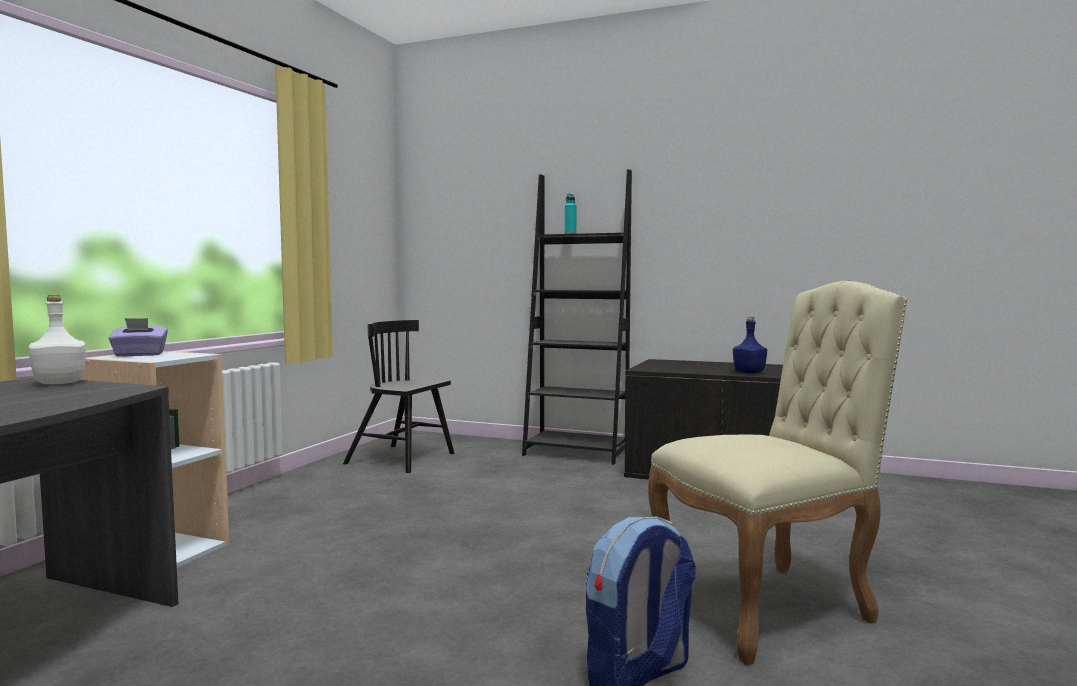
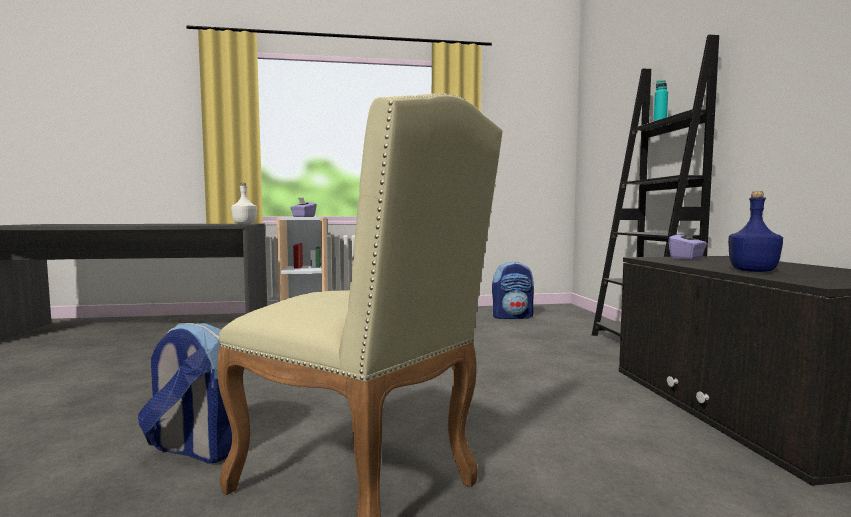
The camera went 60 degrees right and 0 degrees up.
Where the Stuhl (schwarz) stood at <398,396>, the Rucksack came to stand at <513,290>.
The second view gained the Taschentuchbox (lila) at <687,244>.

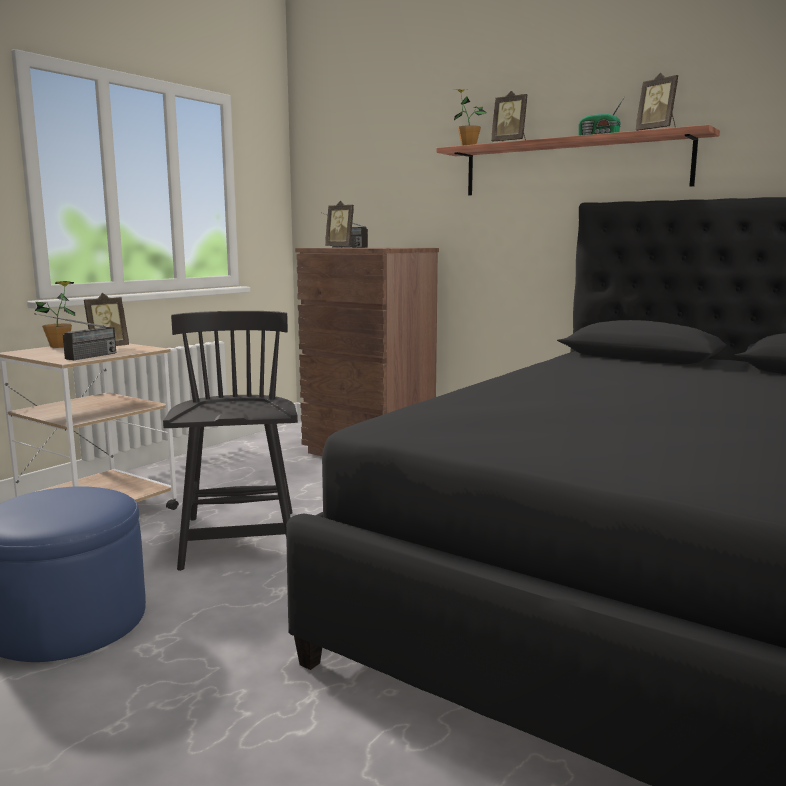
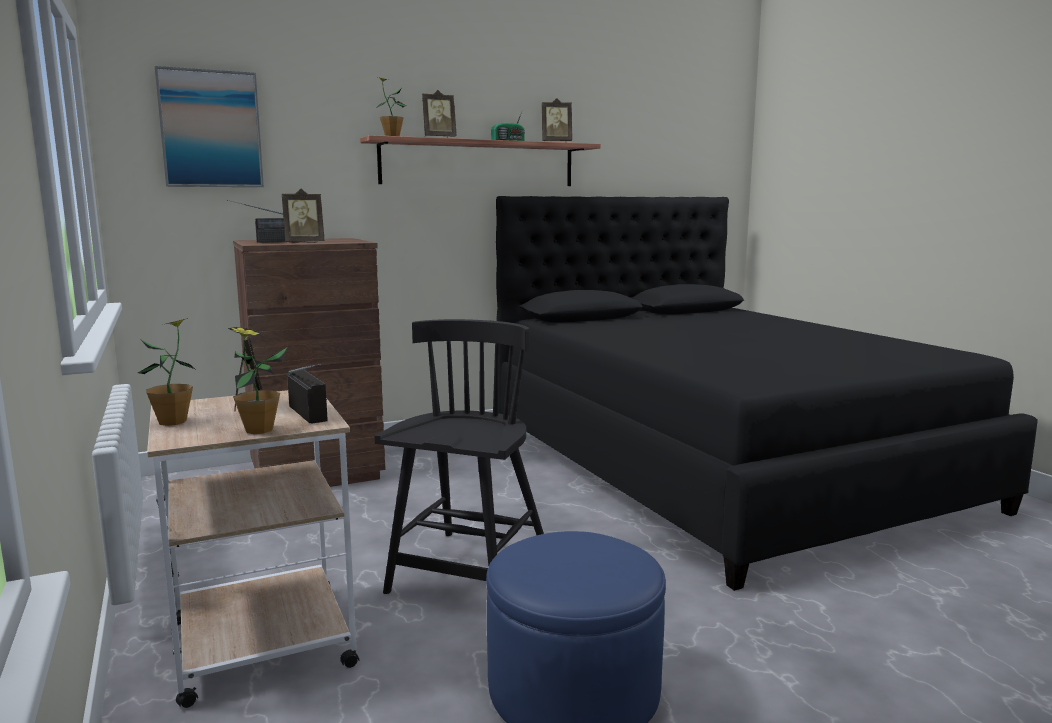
The camera went 60 degrees left and 0 degrees up.
The Stuhl (schwarz) at <230,441> ended up facing another way, 90 degrees clockwise from before.
The second view gained the Bild at <209,126>.
The second view gained the Topfpflanze at <257,380>.

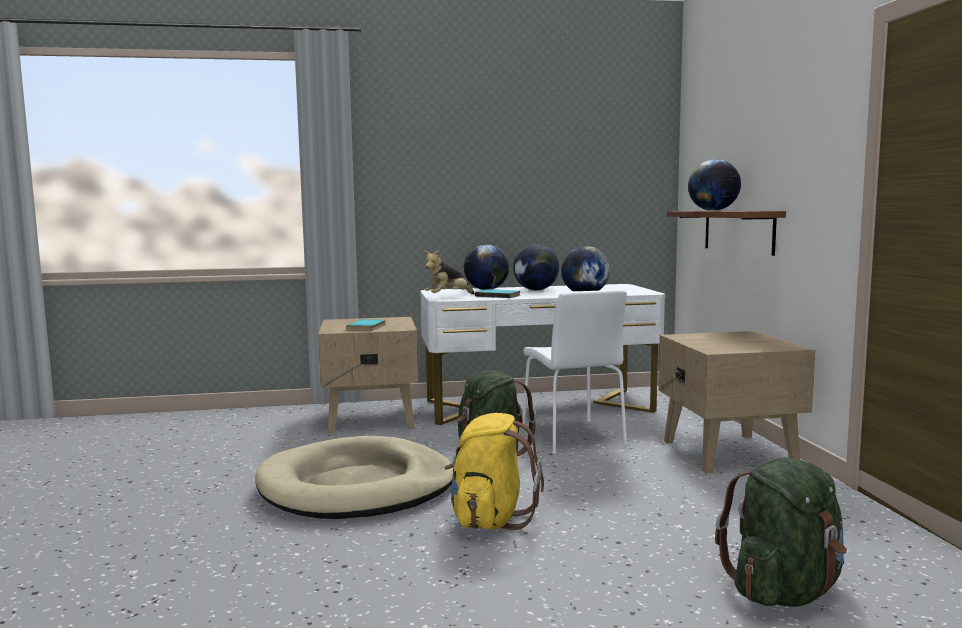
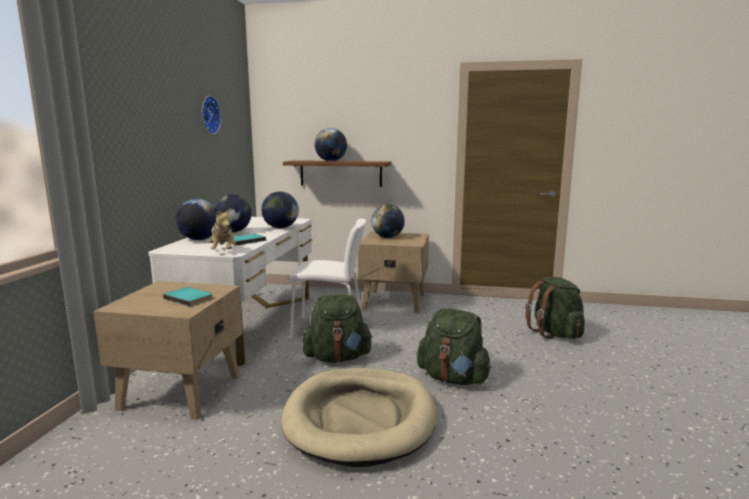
The camera went 70 degrees left and 5 degrees up.
What was the Rucksack (gelb) at <494,471> turned into the Rucksack (grün) at <454,346>.
The second view gained the Wanduhr at <211,115>.
The second view gained the Globus at <388,221>.

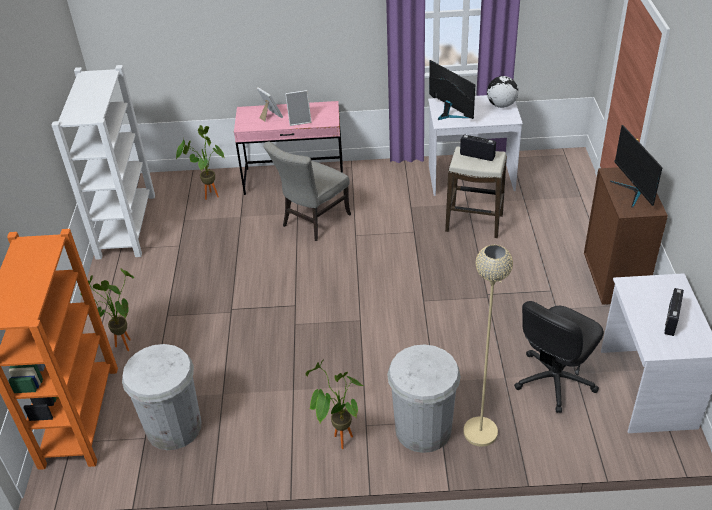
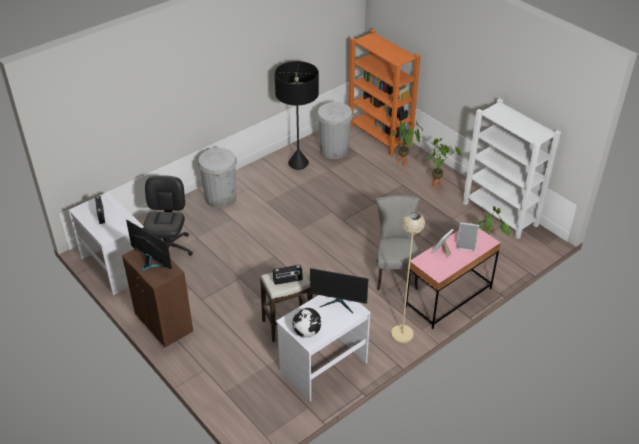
The camera went 140 degrees right and 0 degrees up.
The Stehlampe (beige) ended up elsewhere, having gone from <488,345> to <408,277>.
The Topfpflanze ended up elsewhere, having gone from <334,404> to <443,164>.
The second view gained the Stehlampe (schwarz) at <296,115>.

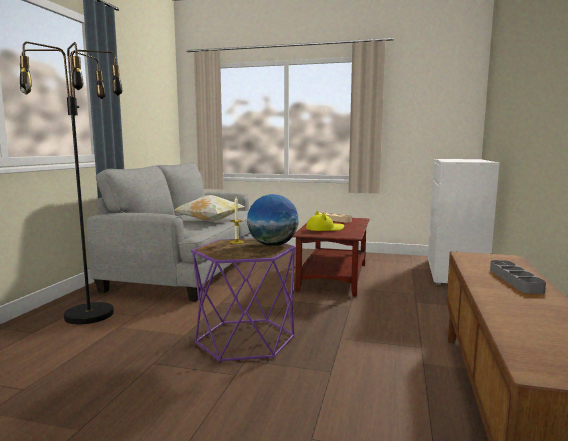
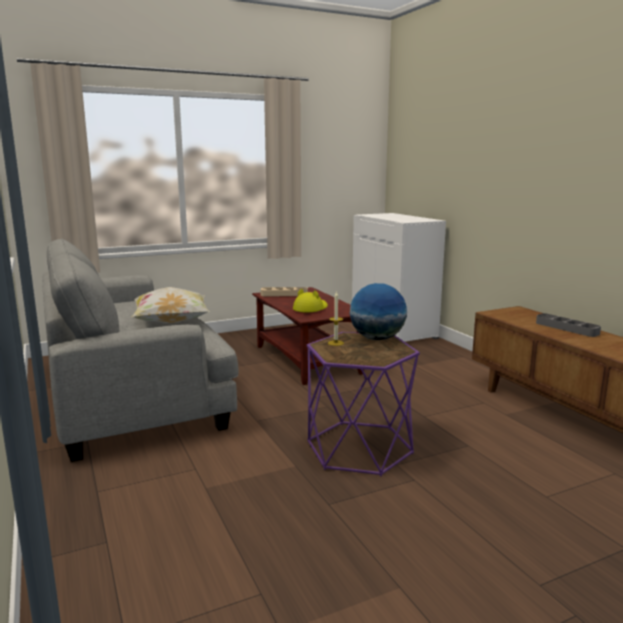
The camera went 40 degrees left and 5 degrees up.
The second view lost the Stehlampe at <71,183>.

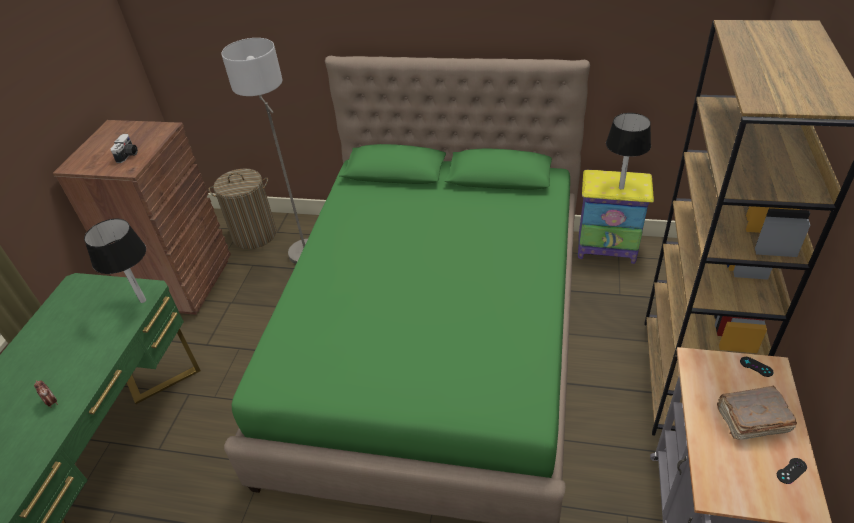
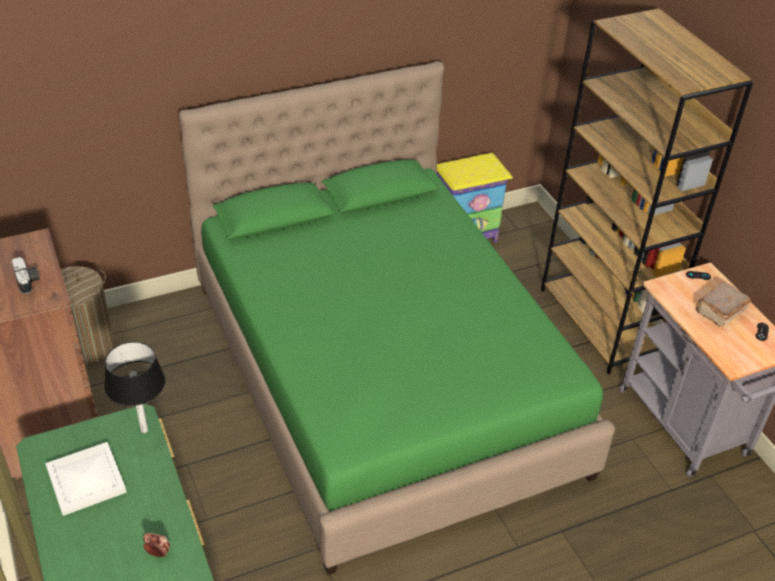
The camera went 40 degrees left and 0 degrees up.
The second view lost the Stehlampe (grau) at <264,151>.
The second view lost the Tischlampe (schwarz) at <628,151>.
The second view gained the Tablett (weiß) at <86,479>.

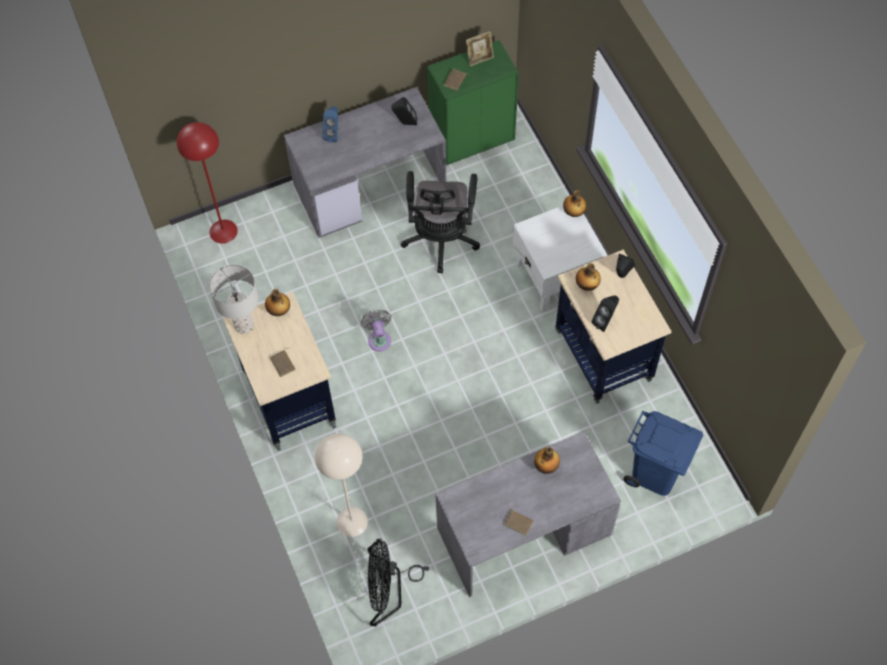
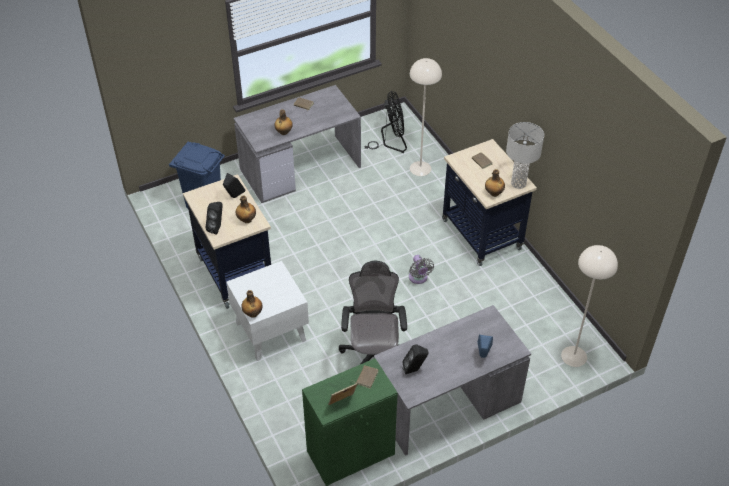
The camera went 175 degrees right and 15 degrees down.
What was the Stehlampe (rot) at <207,183> turned into the Stehlampe (beige) at <589,306>.

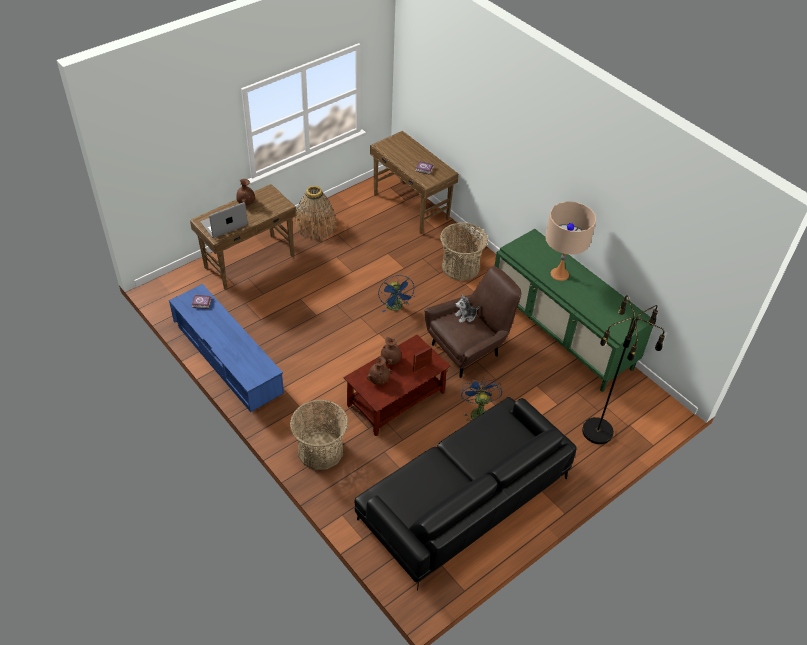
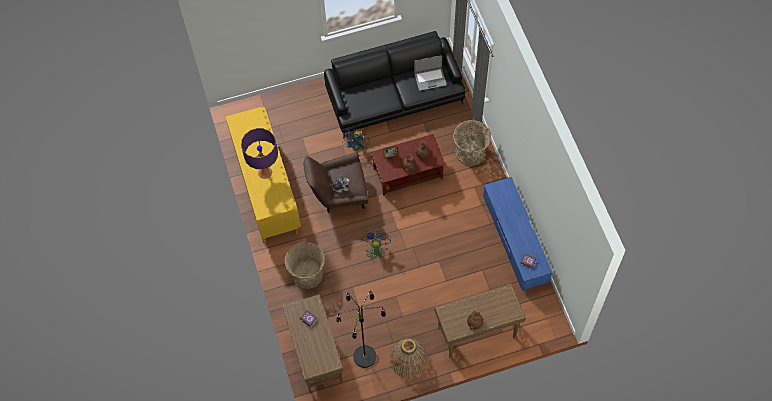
The camera went 155 degrees left and 15 degrees up.
What was the Tischlampe (beige) at <570,241> turned into the Tischlampe (lila) at <259,153>.
The Laptop ended up elsewhere, having gone from <224,220> to <430,73>.
What was the Schrank (grün) at <574,310> turned into the Schrank (gelb) at <263,175>.
The Stehlampe ended up elsewhere, having gone from <623,369> to <361,329>.

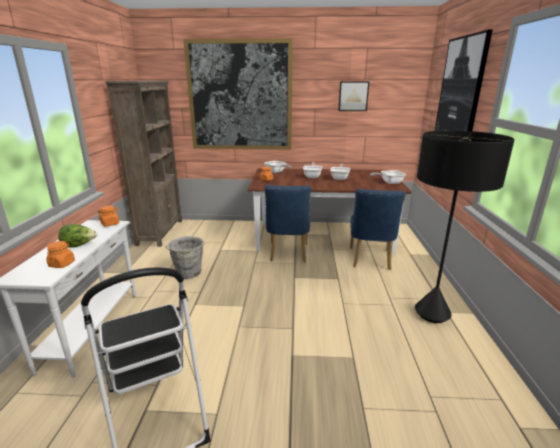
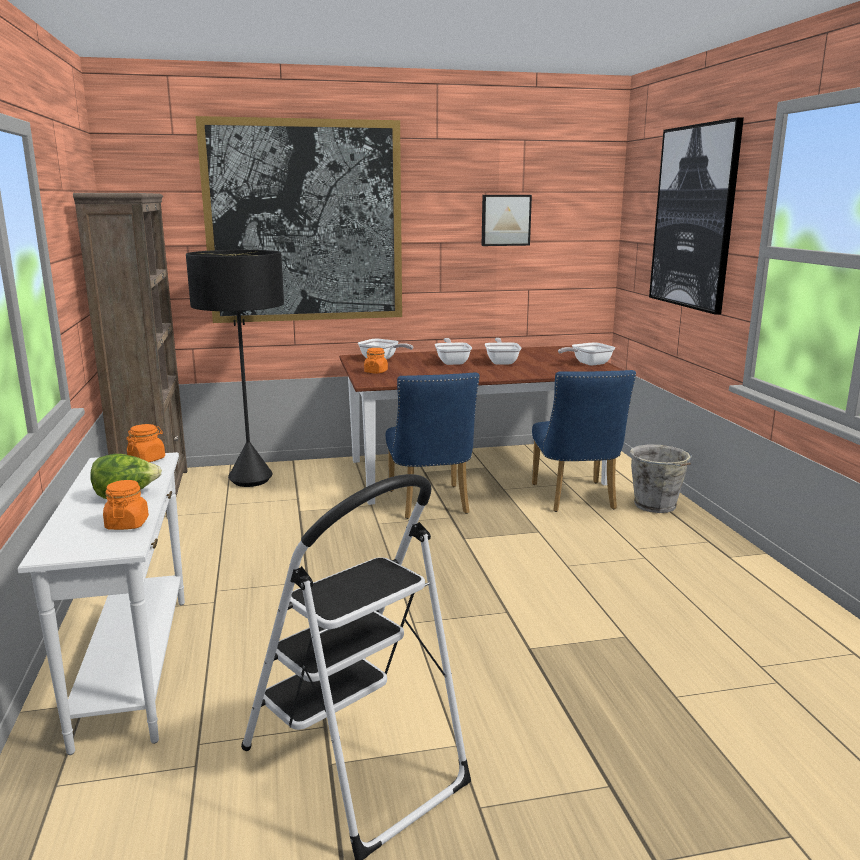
The camera went 15 degrees left and 5 degrees down.
The Stehlampe (schwarz) ended up elsewhere, having gone from <465,226> to <235,368>.
The Eimer (grau) ended up elsewhere, having gone from <185,257> to <661,479>.

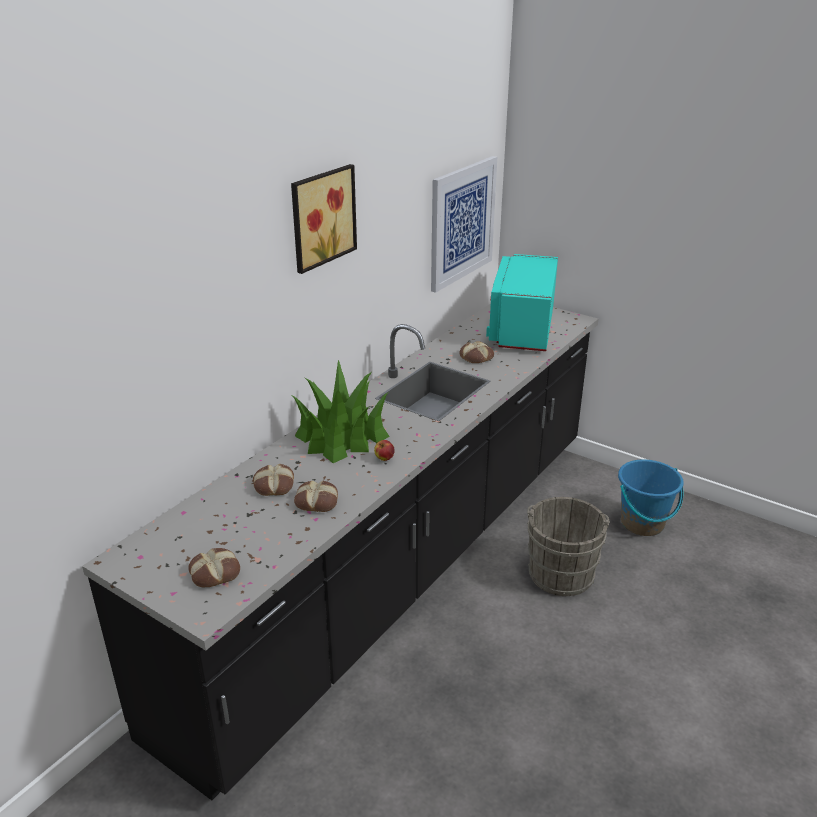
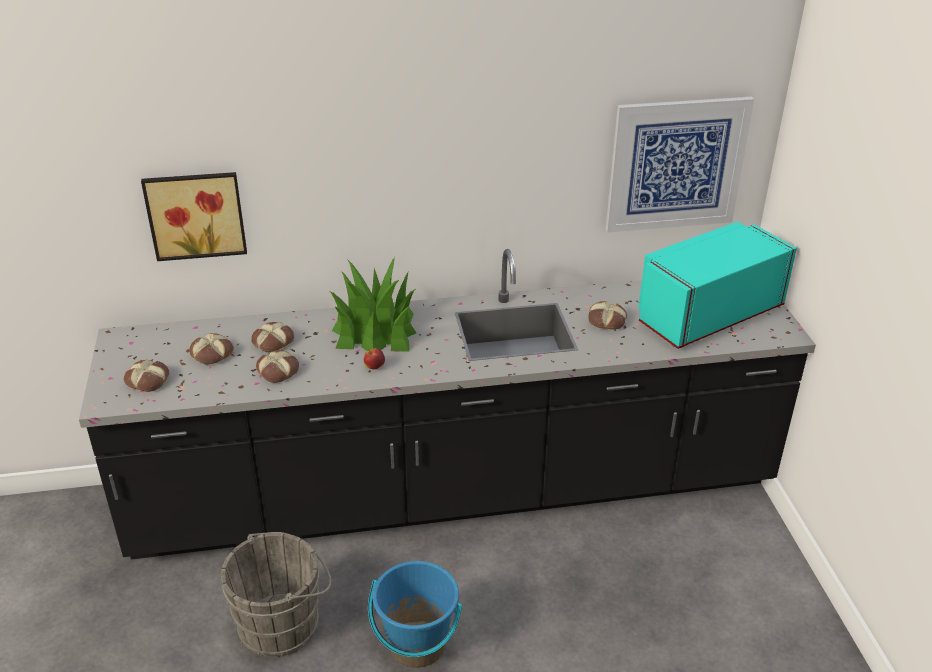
The camera went 45 degrees right and 5 degrees up.
The Bild ended up elsewhere, having gone from <324,219> to <194,216>.
The Eimer (blau) ended up elsewhere, having gone from <651,498> to <415,614>.
The Eimer (grau) ended up elsewhere, having gone from <568,546> to <276,594>.
The second view gained the Brot at <211,348>.

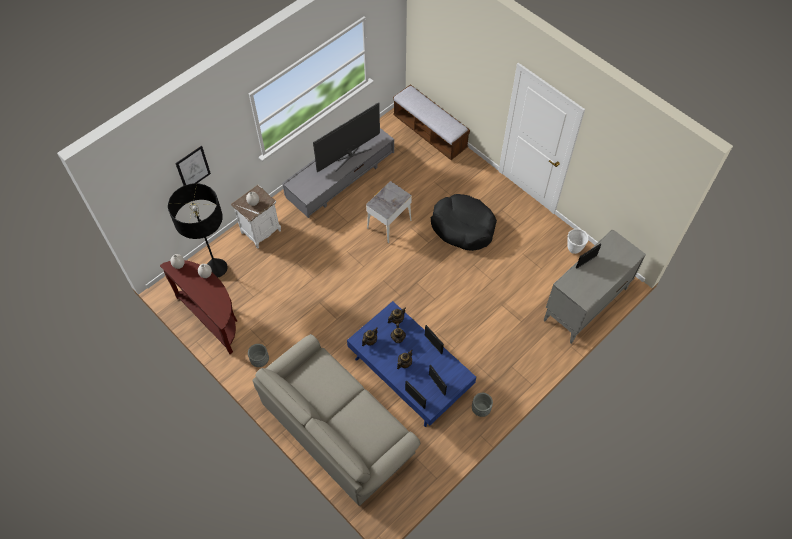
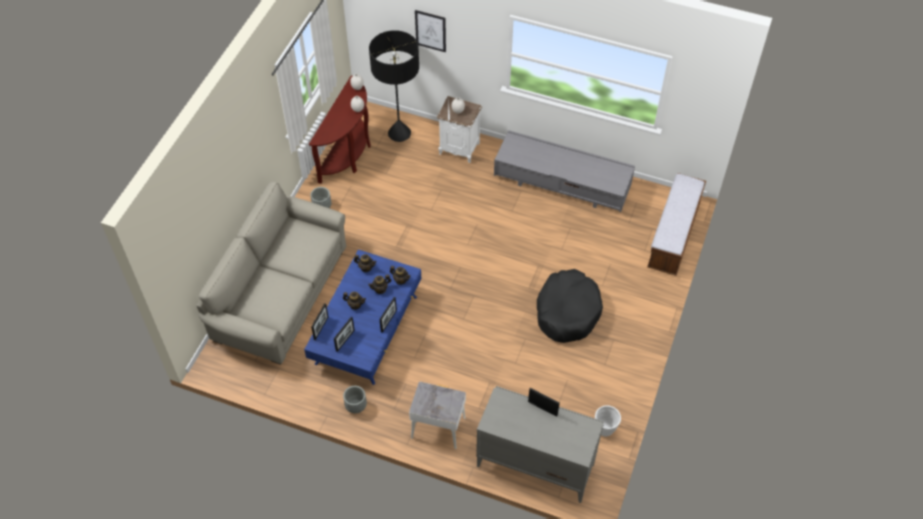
The camera went 65 degrees right and 5 degrees down.
The second view lost the Fernseher at <346,137>.
The Beistelltisch ended up elsewhere, having gone from <389,212> to <437,415>.

